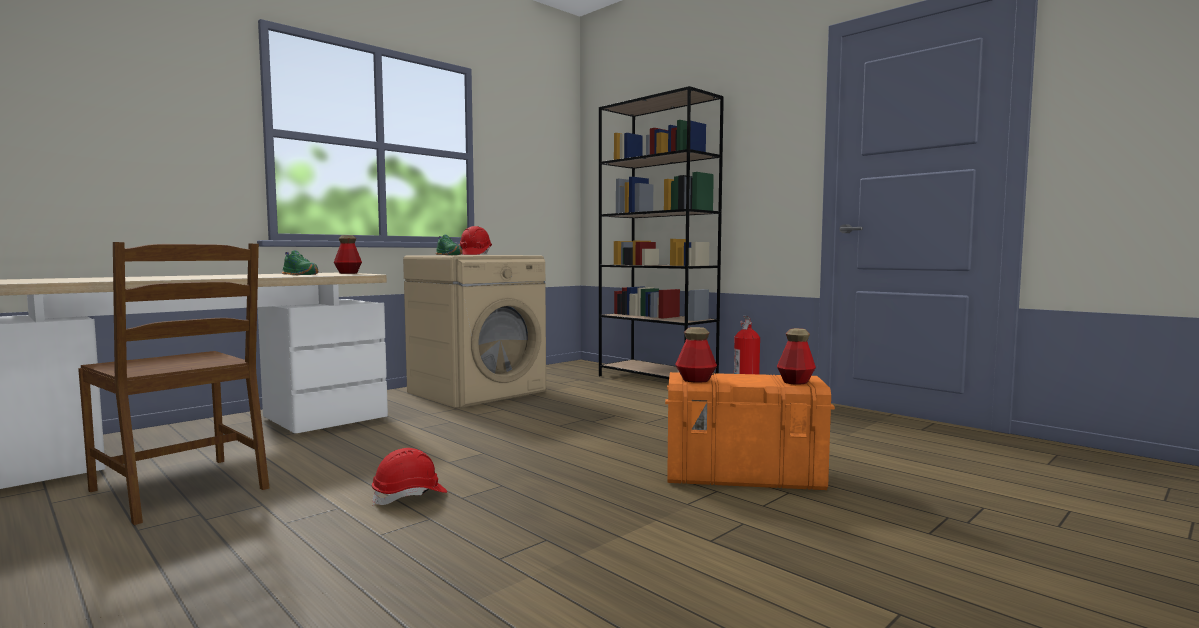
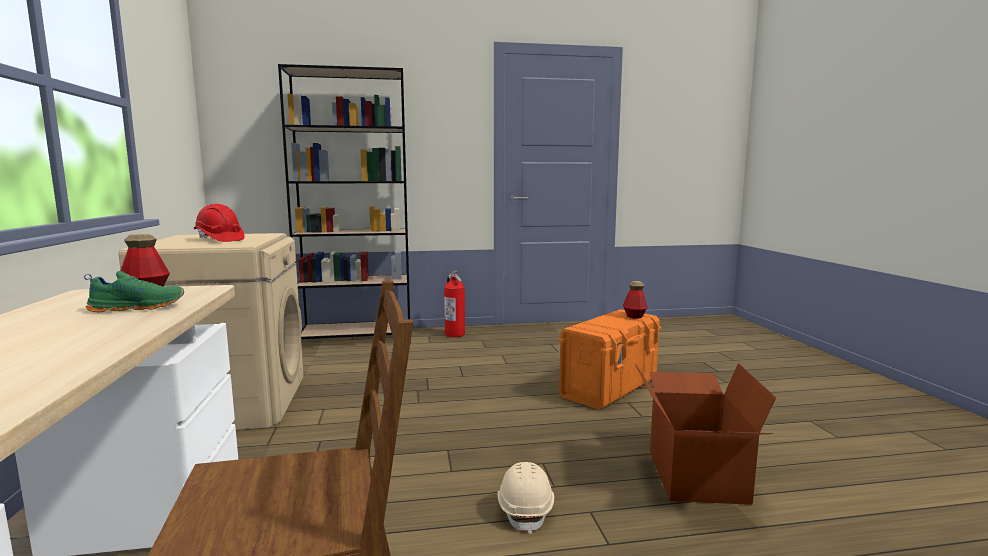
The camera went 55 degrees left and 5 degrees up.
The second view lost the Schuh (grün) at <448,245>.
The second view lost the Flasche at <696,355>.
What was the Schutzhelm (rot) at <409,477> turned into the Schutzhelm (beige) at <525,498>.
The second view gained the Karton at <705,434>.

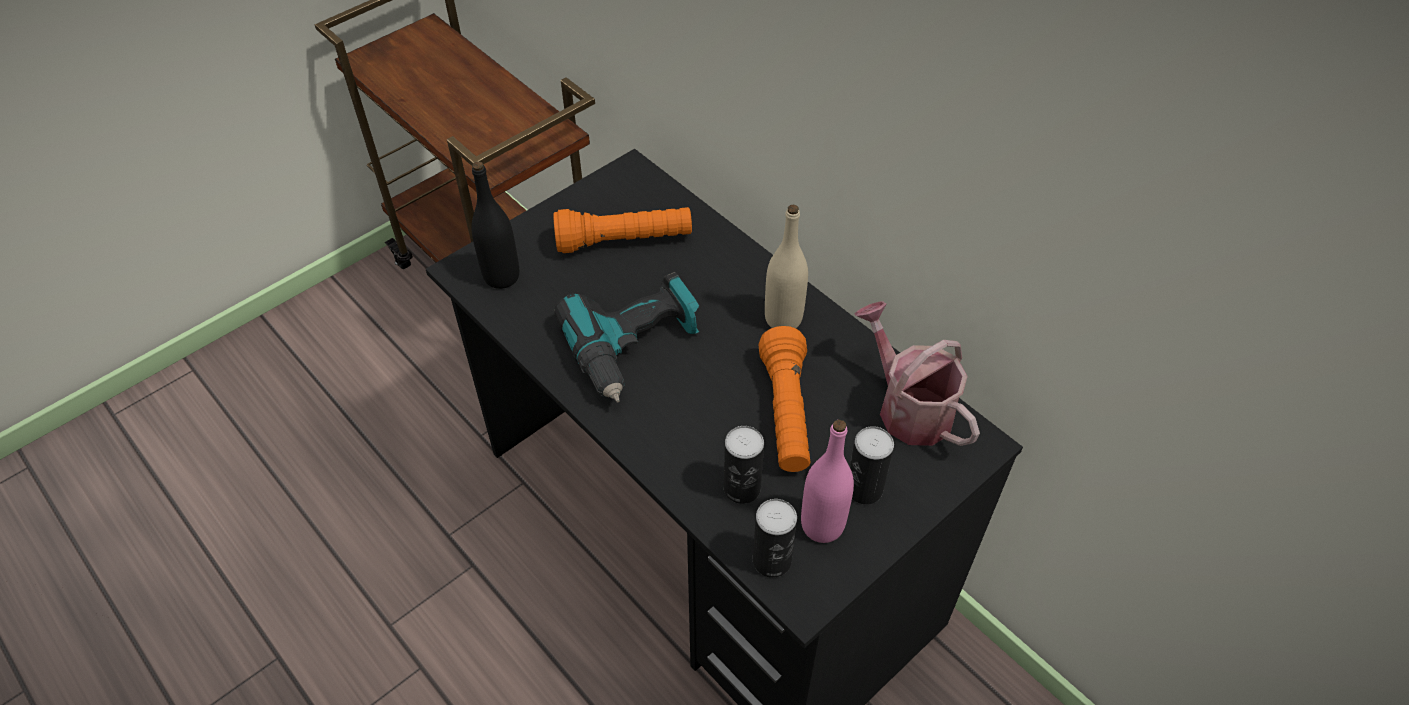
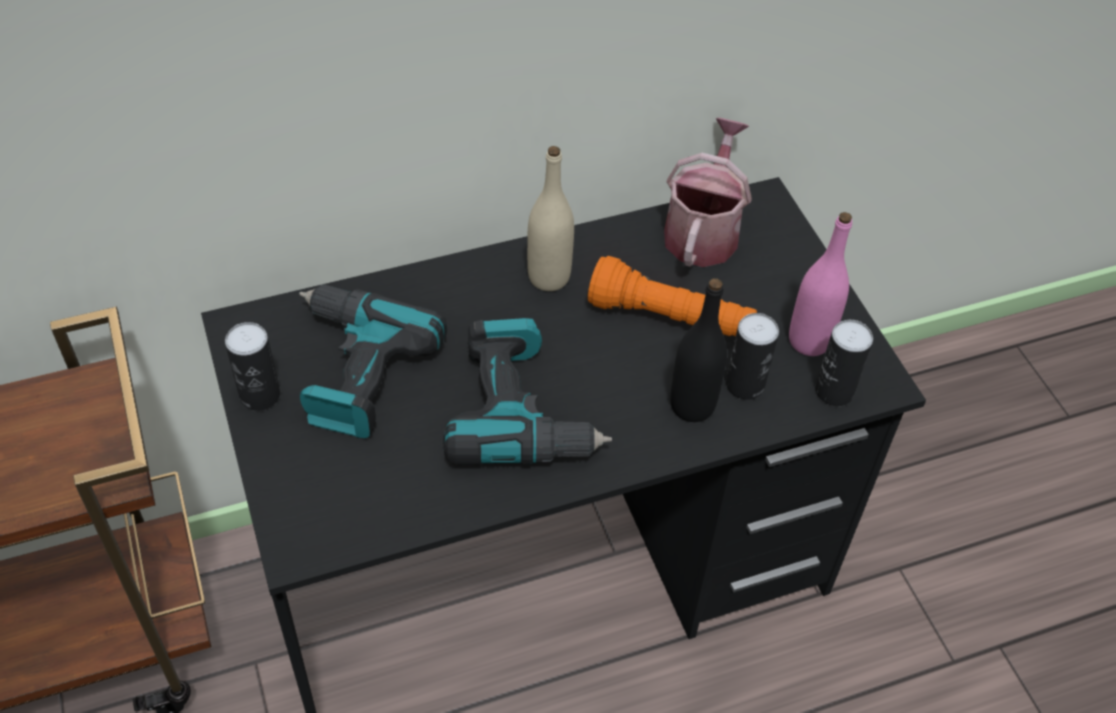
The camera went 70 degrees left and 0 degrees up.
The Flasche (schwarz) ended up elsewhere, having gone from <495,225> to <698,350>.
Where the Taschenlampe (orange) stood at <622,230>, the Bohrmaschine came to stand at <373,361>.
The Gießkanne at <917,373> ended up facing another way, 120 degrees clockwise from before.
The Dose ended up elsewhere, having gone from <872,465> to <252,366>.

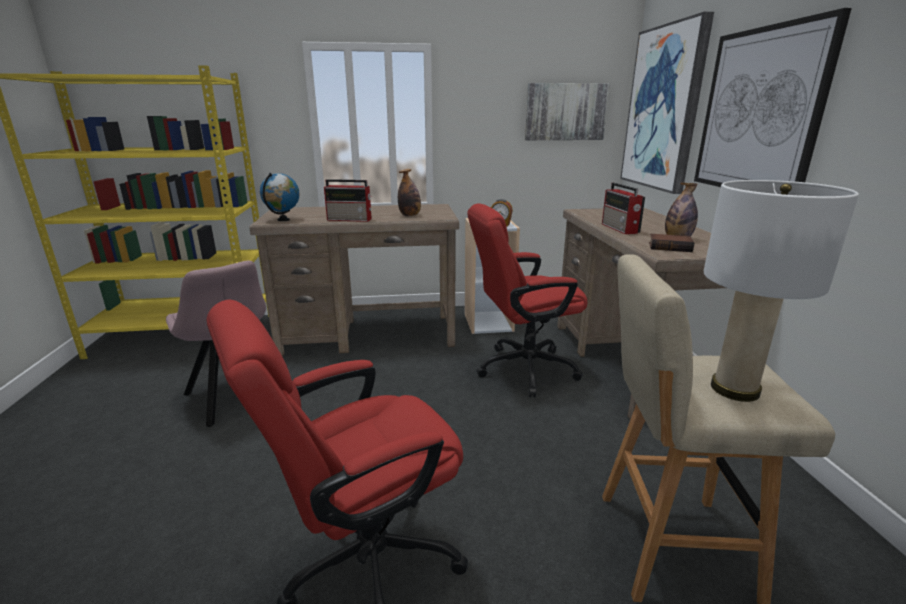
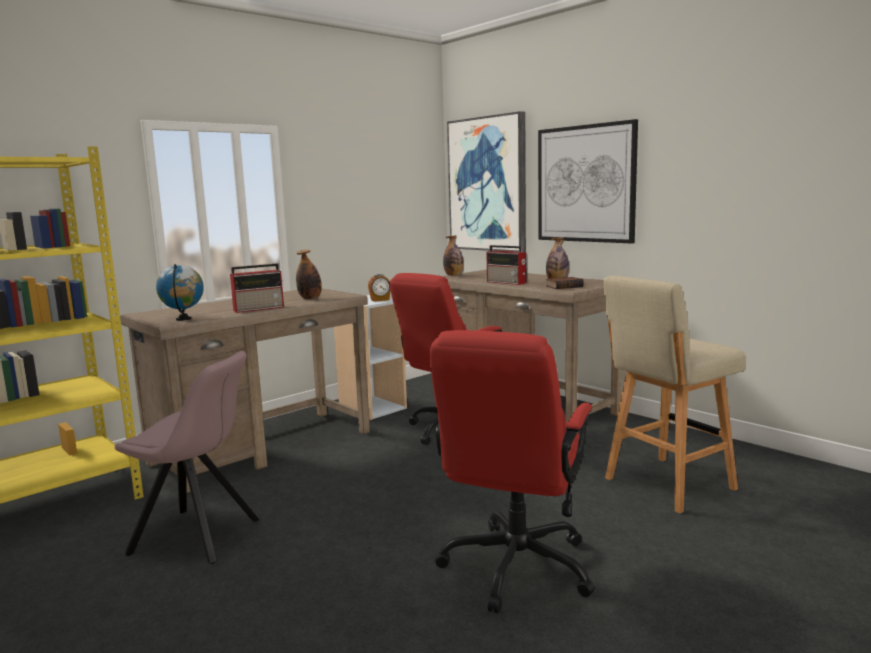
The camera went 35 degrees left and 10 degrees down.
The second view lost the Bild at <567,111>.
The second view lost the Tischlampe (weiß) at <781,291>.
The second view gained the Flasche at <453,255>.

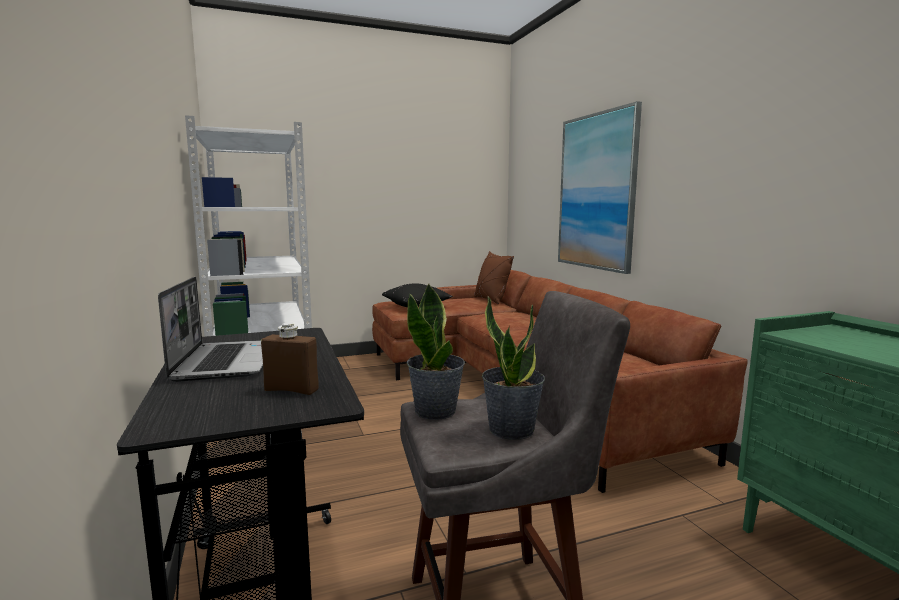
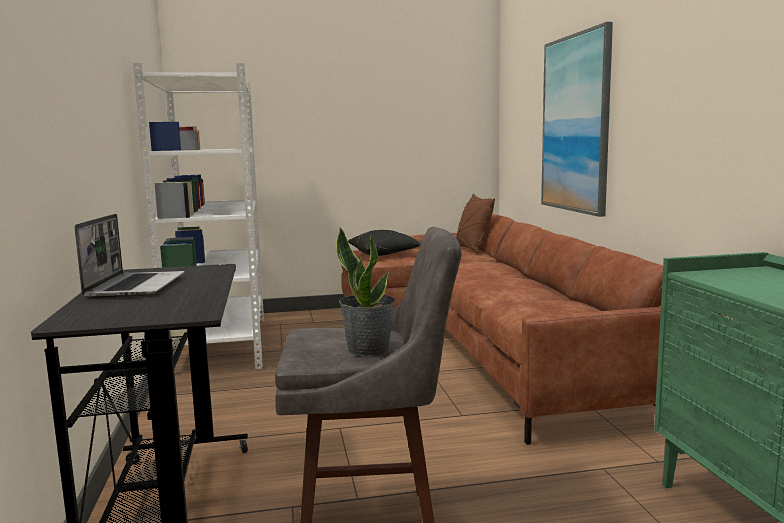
The camera went 10 degrees right and 0 degrees up.
The second view lost the Topfpflanze at <436,352>.
The second view lost the Flasche (braun) at <290,359>.

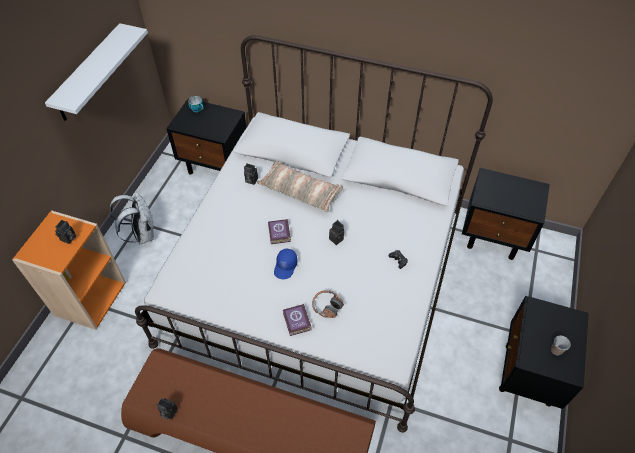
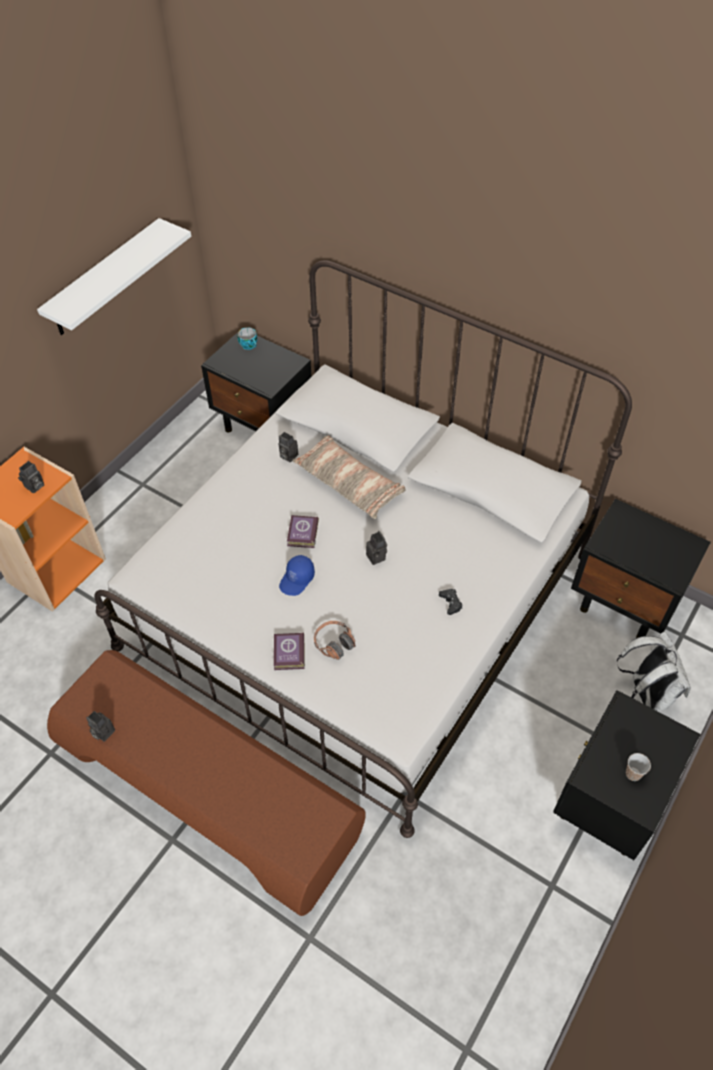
The camera went 15 degrees right and 0 degrees up.
The Rucksack (weiß) ended up elsewhere, having gone from <132,218> to <654,671>.

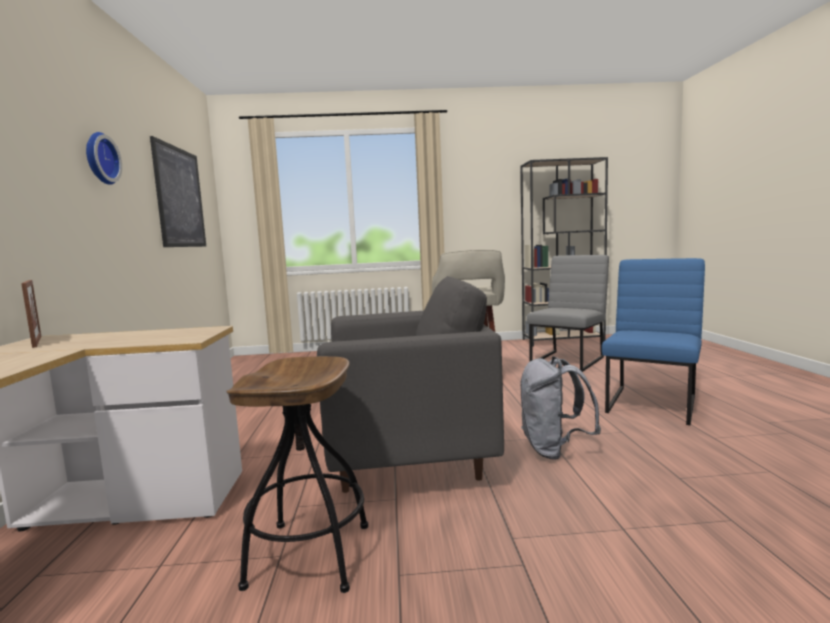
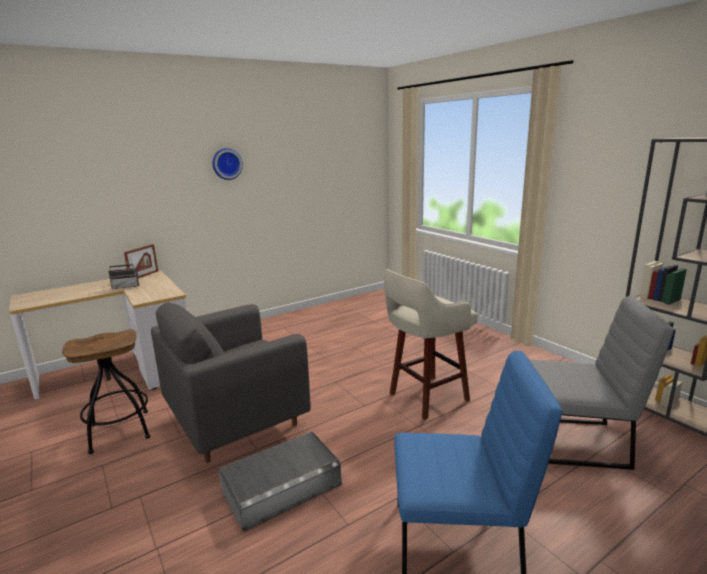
The camera went 60 degrees right and 10 degrees up.
The second view lost the Bild at <178,191>.
The Sessel (grau) at <410,384> ended up facing another way, 90 degrees clockwise from before.
Where the Rucksack (grau) stood at <560,408>, the Aufbewahrungsbox (grau) came to stand at <280,481>.
The second view gained the Radio at <123,273>.

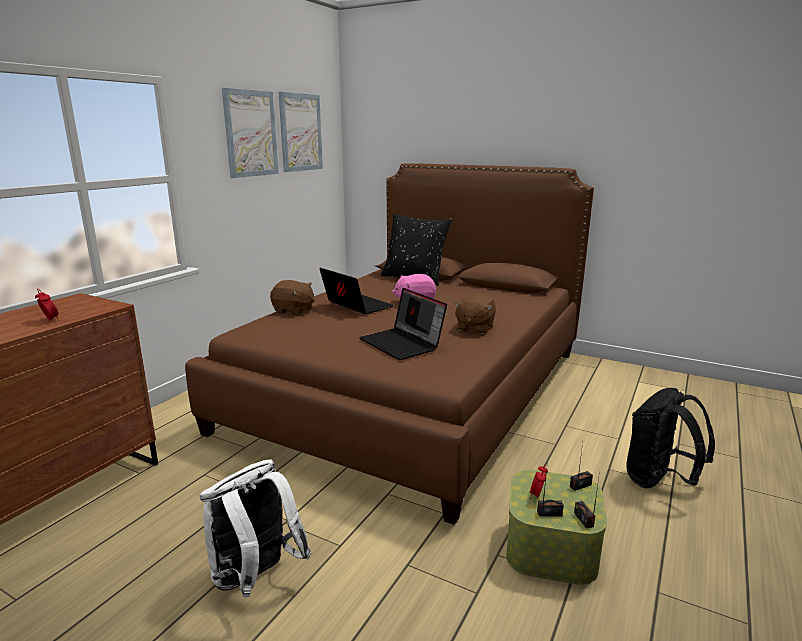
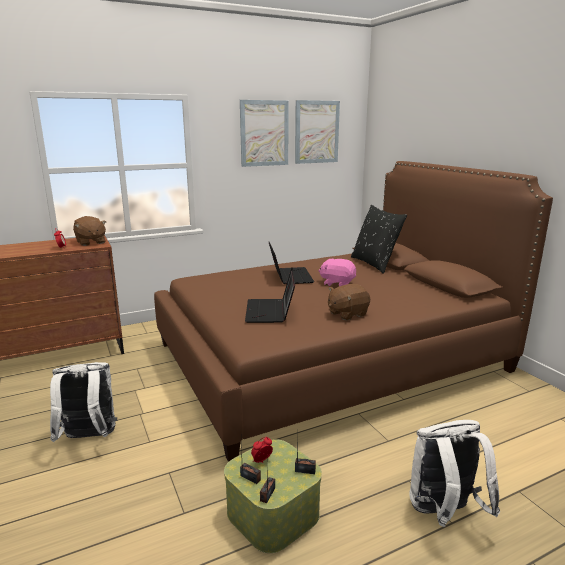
The camera went 35 degrees right and 0 degrees up.
The Plüschtier (braun) ended up elsewhere, having gone from <292,297> to <89,231>.
What was the Rucksack (schwarz) at <671,438> turned into the Rucksack (weiß) at <455,473>.

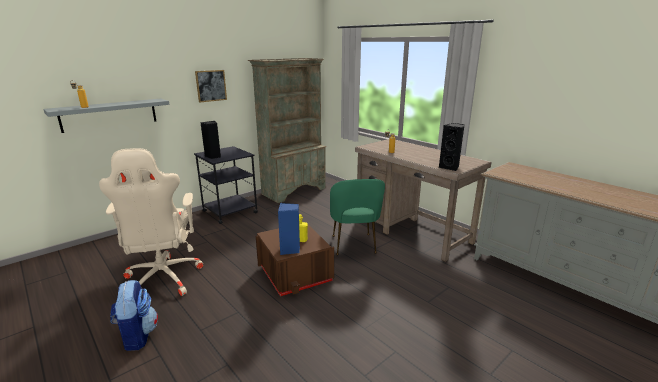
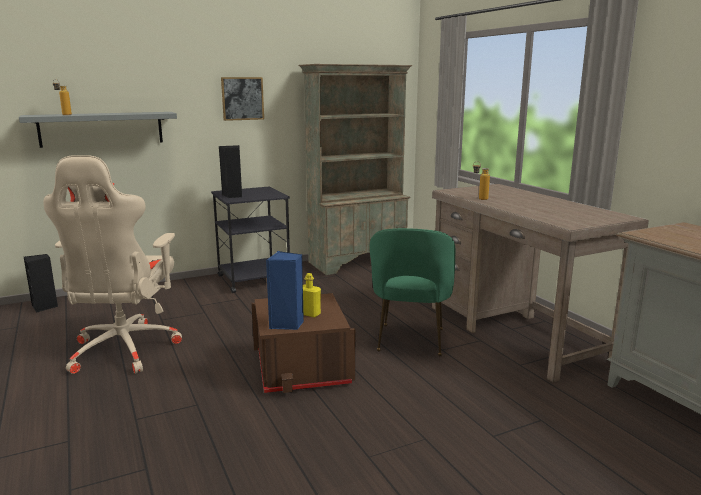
The camera went 15 degrees right and 5 degrees down.
The Lautsprecher (schwarz) ended up elsewhere, having gone from <452,147> to <41,283>.
The second view lost the Rucksack at <134,315>.

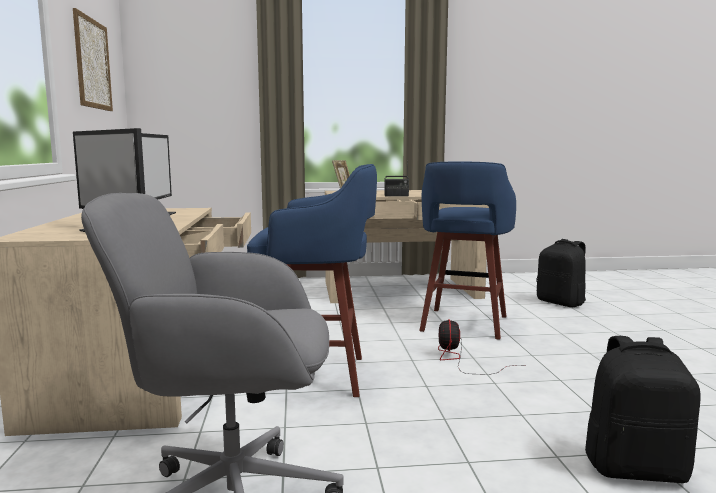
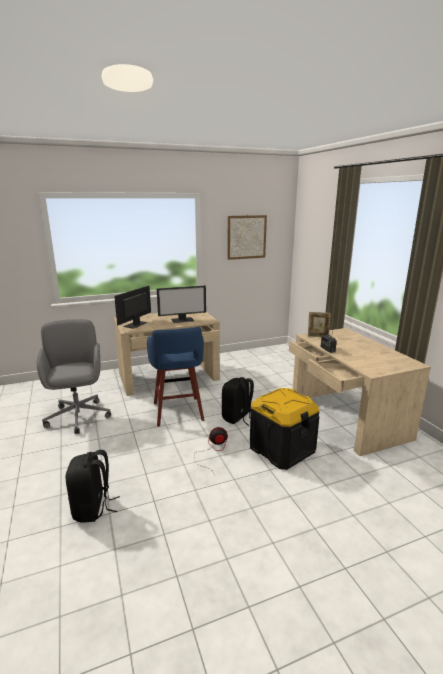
The camera went 75 degrees right and 10 degrees up.
Where the Hocker (blau) stood at <467,250>, the Aufbewahrungsbox (schwarz) came to stand at <284,429>.
The Rucksack (schwarz) ended up elsewhere, having gone from <561,273> to <238,401>.

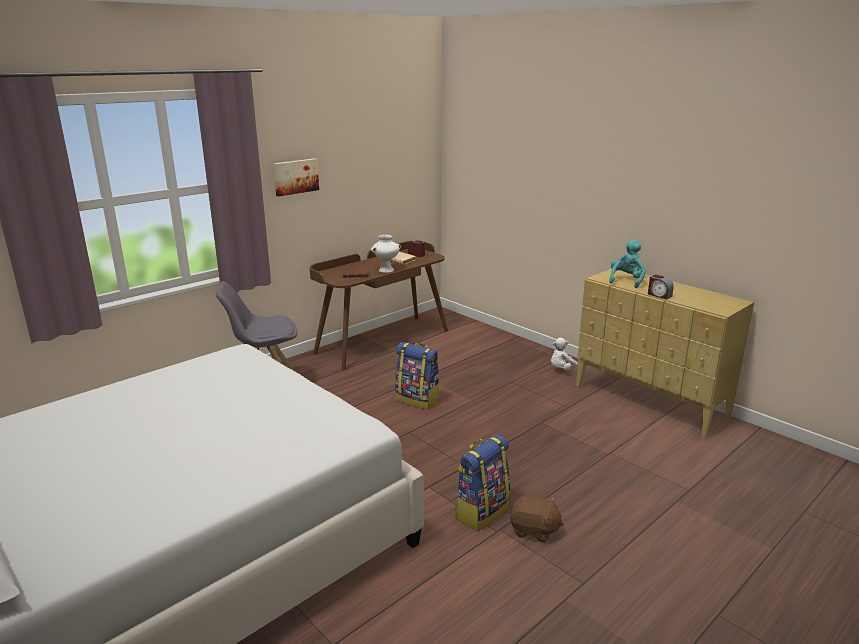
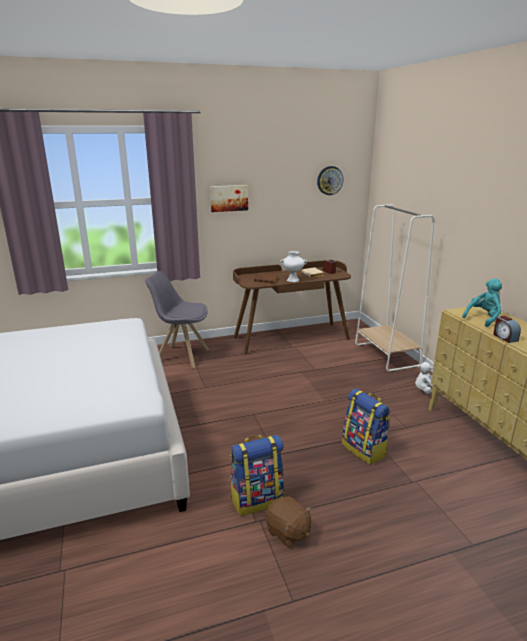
The camera went 25 degrees right and 0 degrees up.
The Rucksack ended up elsewhere, having gone from <417,376> to <366,427>.
The second view gained the Wanduhr at <330,180>.
The second view gained the Kleiderständer at <395,288>.

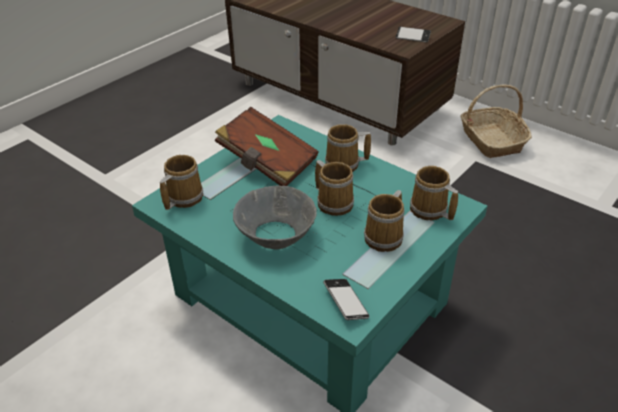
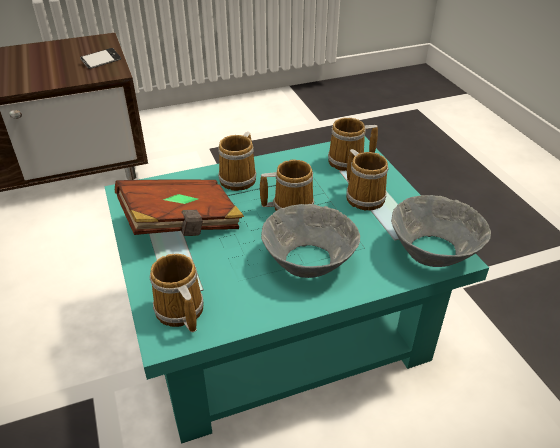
The camera went 60 degrees left and 0 degrees up.
The second view lost the Korb at <496,121>.
Where the Handy stood at <346,299>, the Schüssel (grau) came to stand at <441,231>.

